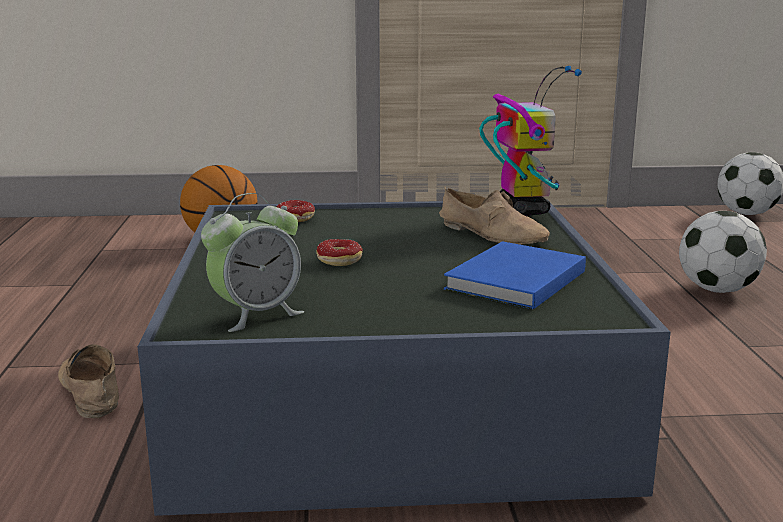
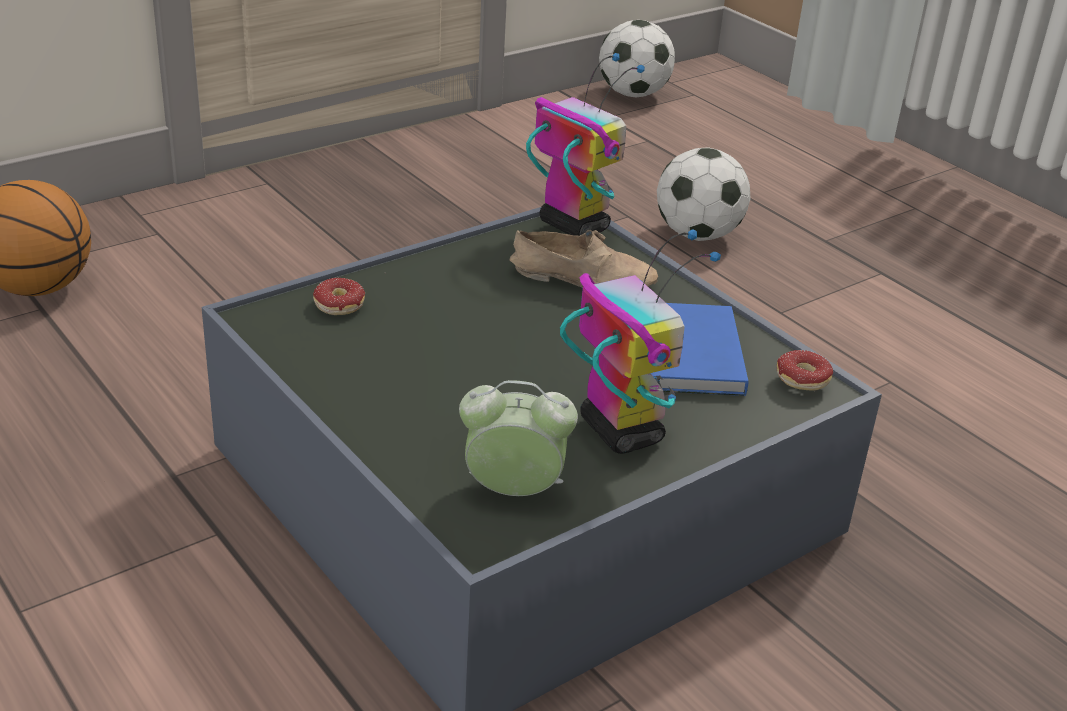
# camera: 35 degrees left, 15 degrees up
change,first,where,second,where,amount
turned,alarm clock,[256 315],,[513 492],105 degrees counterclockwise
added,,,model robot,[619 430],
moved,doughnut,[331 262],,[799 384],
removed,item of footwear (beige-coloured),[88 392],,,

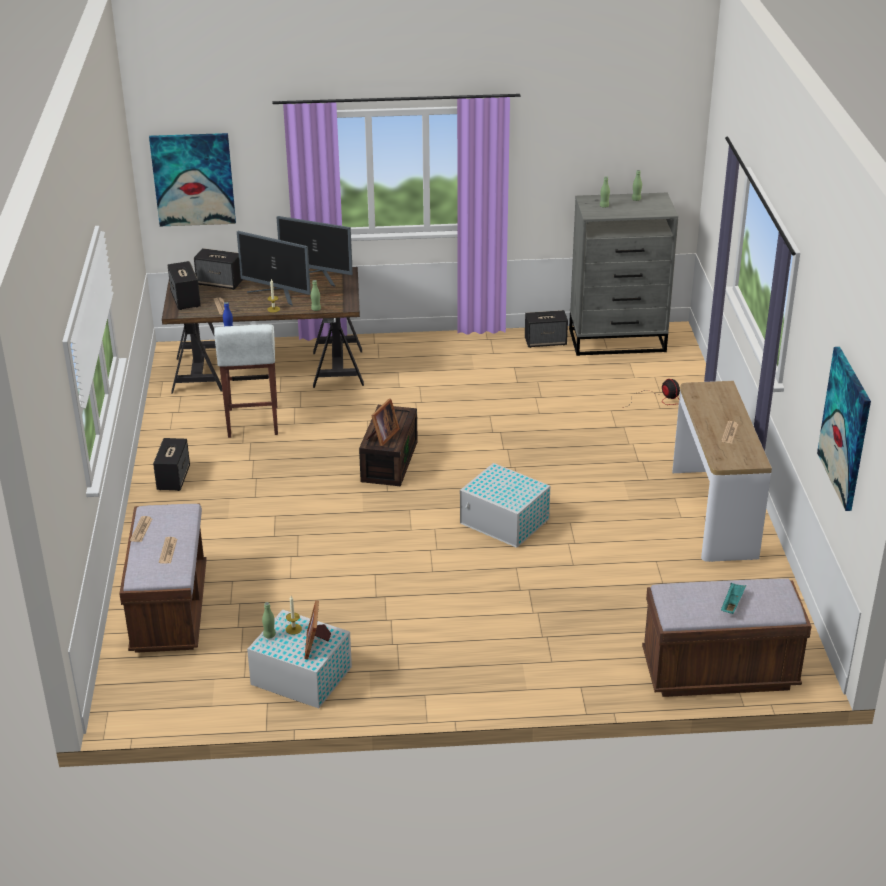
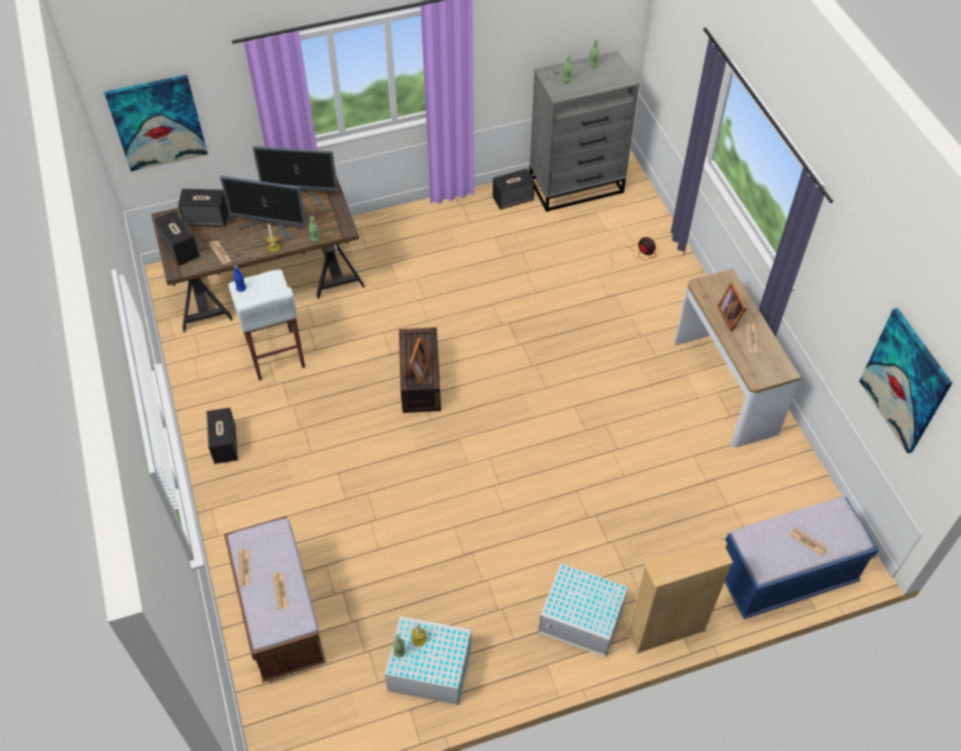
# camera: 15 degrees left, 20 degrees up
change,first,where,second,where,amount
moved,storage box (whitish),[505 522],,[582 619],
added,,,bookshelf (beige-coloured),[666 631],
moved,standing frame,[316 644],,[730 316],
recoloured,indoor bench (brownish),[719 672],indoor bench (bluish),[785 577],
replaced,carrying tray (turquoise-coloured),[732 604],newspaper,[808 542],

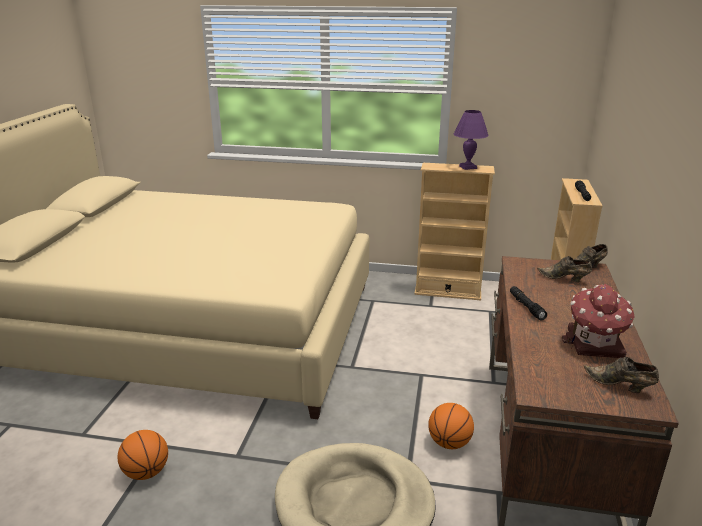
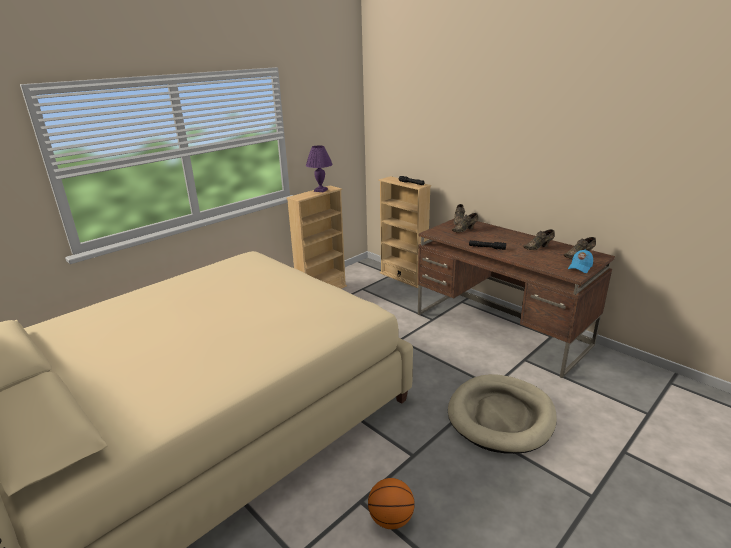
# camera: 55 degrees left, 0 degrees up
change,first,where,second,where,amount
replaced,toy house,[594 344],item of footwear (brownish),[539 247],
added,,,cap (bluish),[580 267],
removed,ball for basketball,[449 443],,,

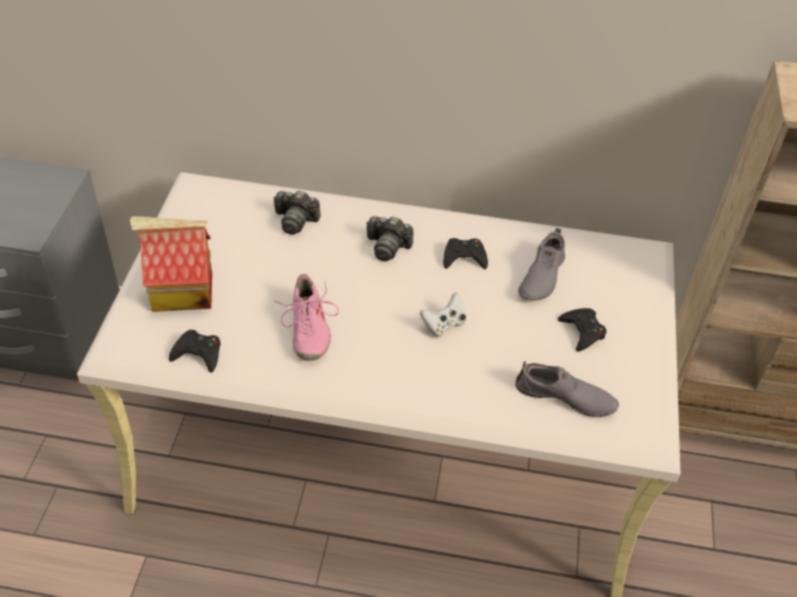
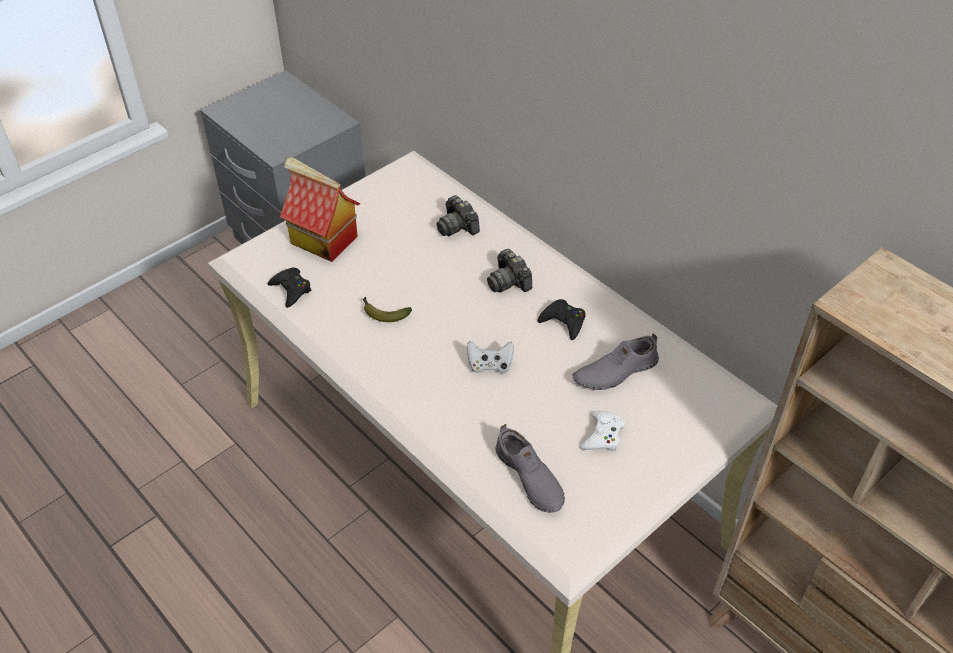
# camera: 40 degrees right, 0 degrees up
change,first,where,second,where,amount
replaced,item of footwear (pinkish),[308 329],banana fruit,[383 313],
recoloured,joypad (black-coloured),[582 332],joypad (whitish),[602 435],

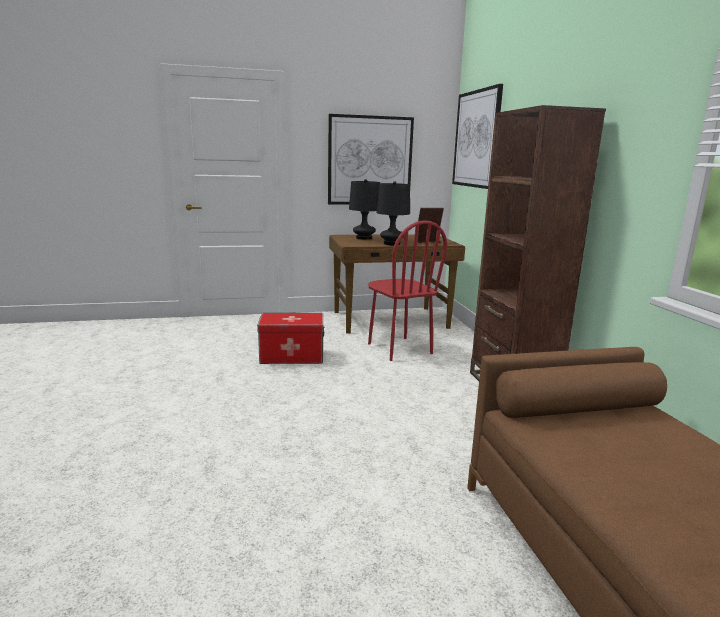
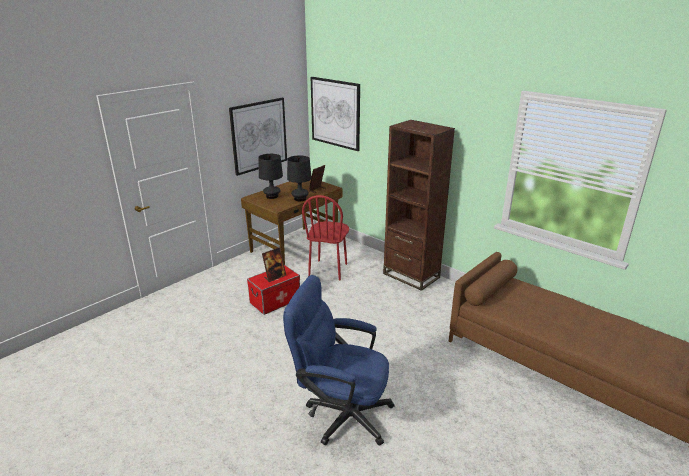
# camera: 35 degrees left, 10 degrees up
change,first,where,second,where,amount
added,,,standing frame,[275 277],
added,,,desk chair (bluish),[341 413],
turned,plain chair (red),[399 348],,[328 270],75 degrees clockwise

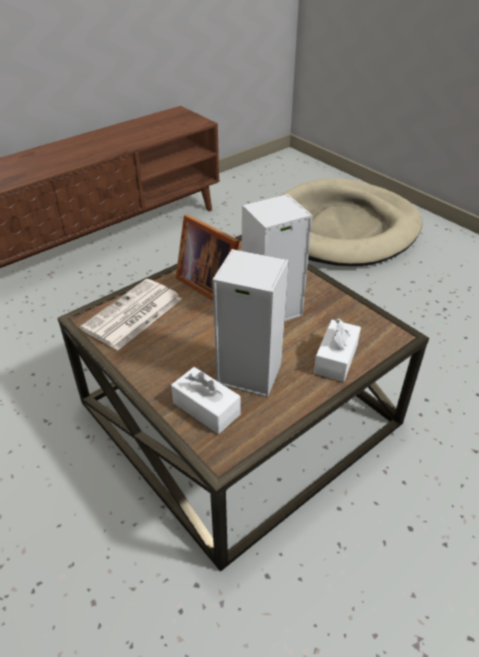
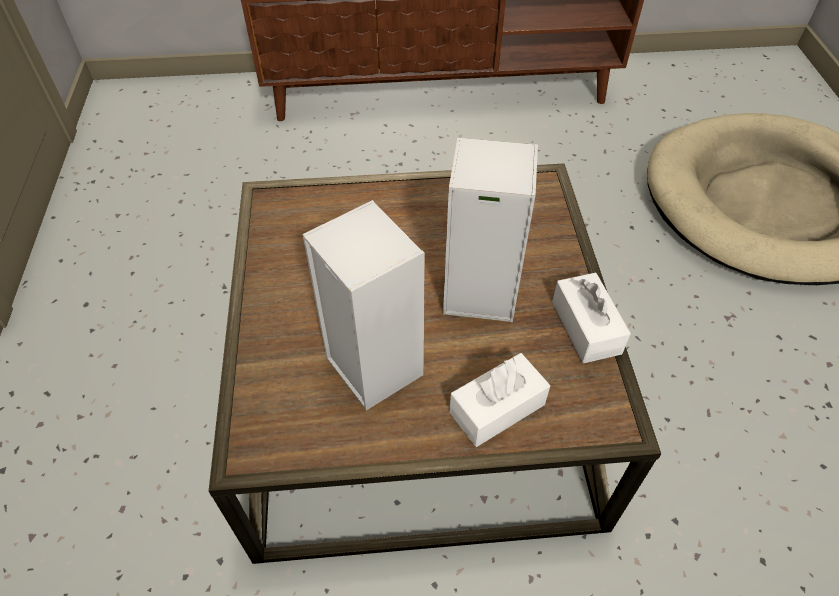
# camera: 35 degrees right, 10 degrees up
change,first,where,second,where,amount
moved,tissue box (whitish),[206 408],,[586 327],
removed,newspaper,[132 315],,,
removed,standing frame,[209 284],,,

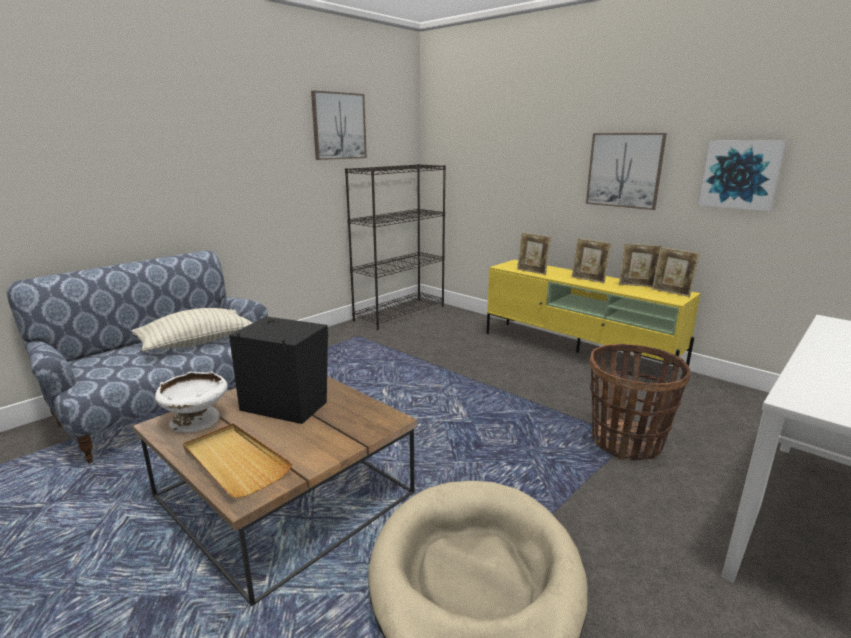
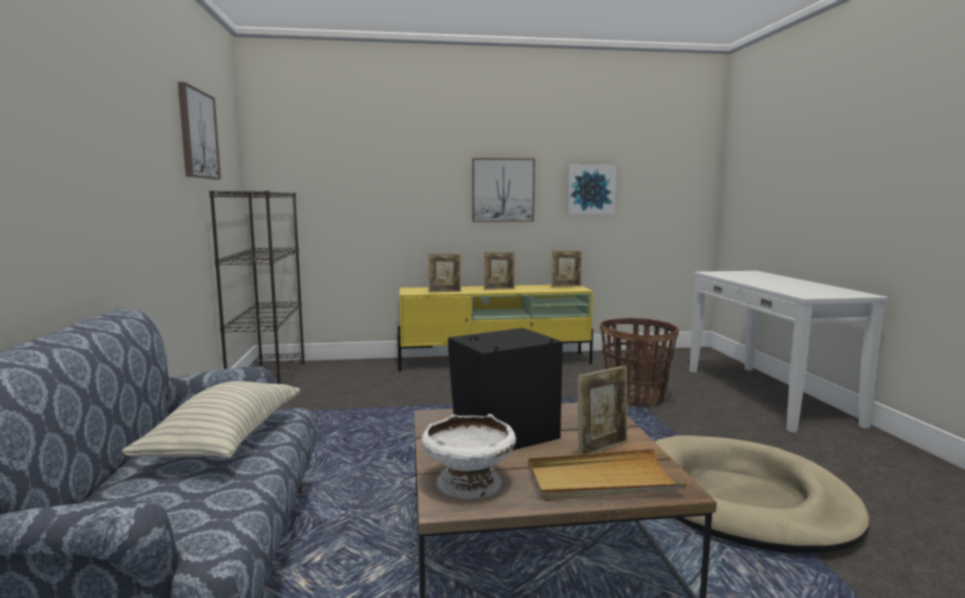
# camera: 50 degrees left, 10 degrees down
change,first,where,second,where,amount
moved,standing frame,[637 285],,[602 449],

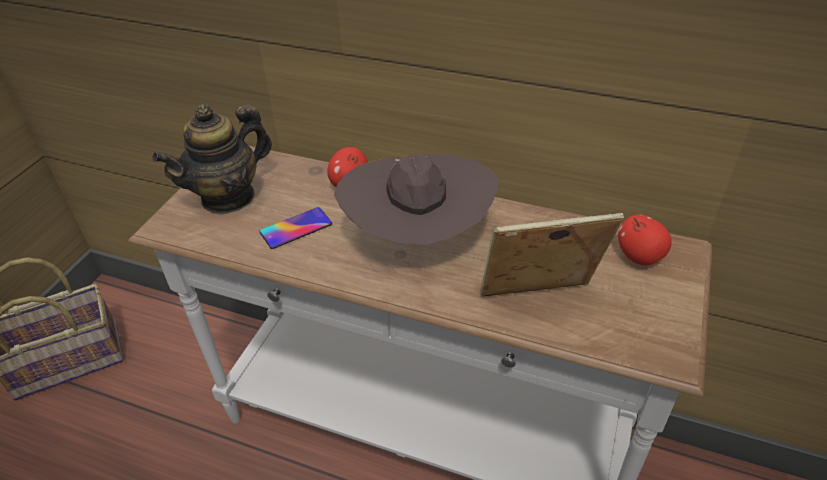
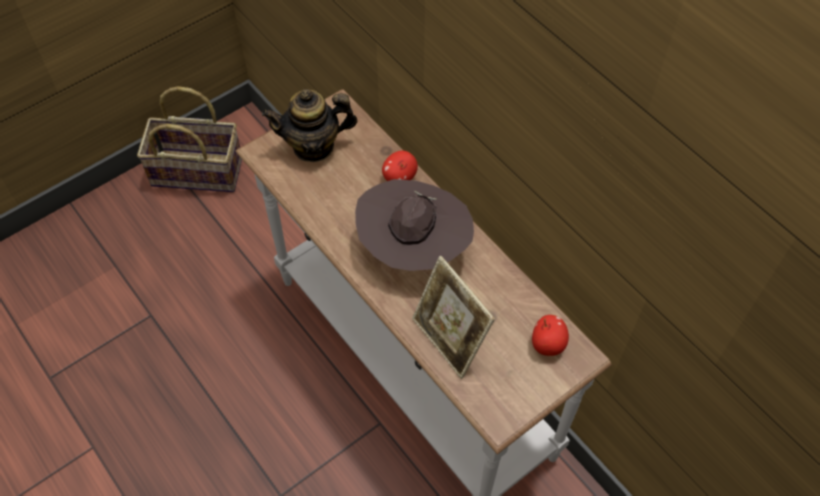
# camera: 30 degrees right, 15 degrees up
change,first,where,second,where,amount
turned,standing frame,[538 304],,[449 340],150 degrees counterclockwise
removed,phone,[296 228],,,

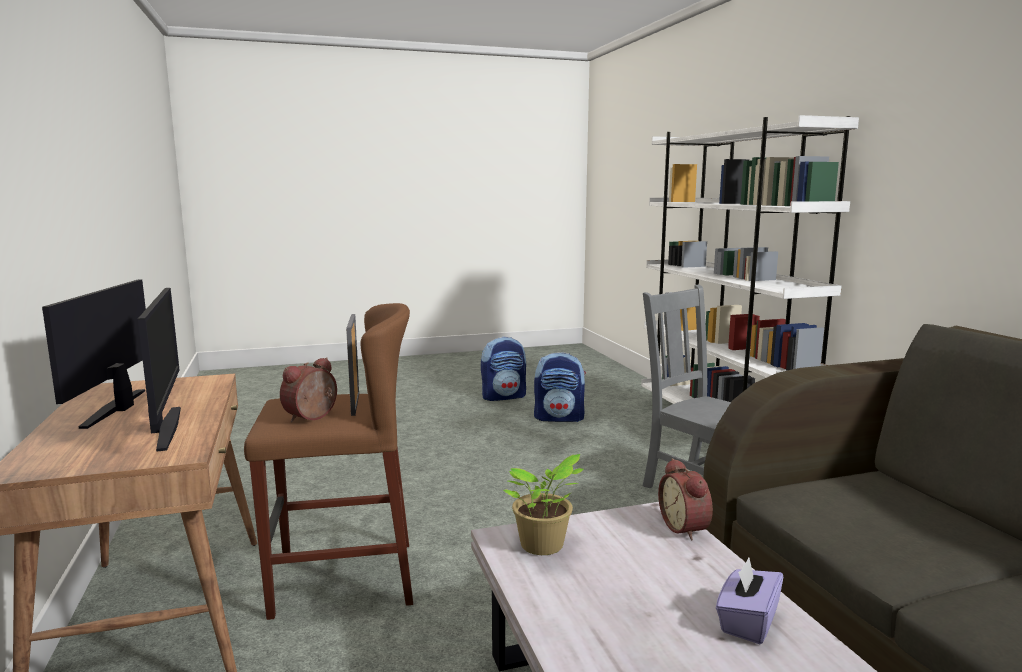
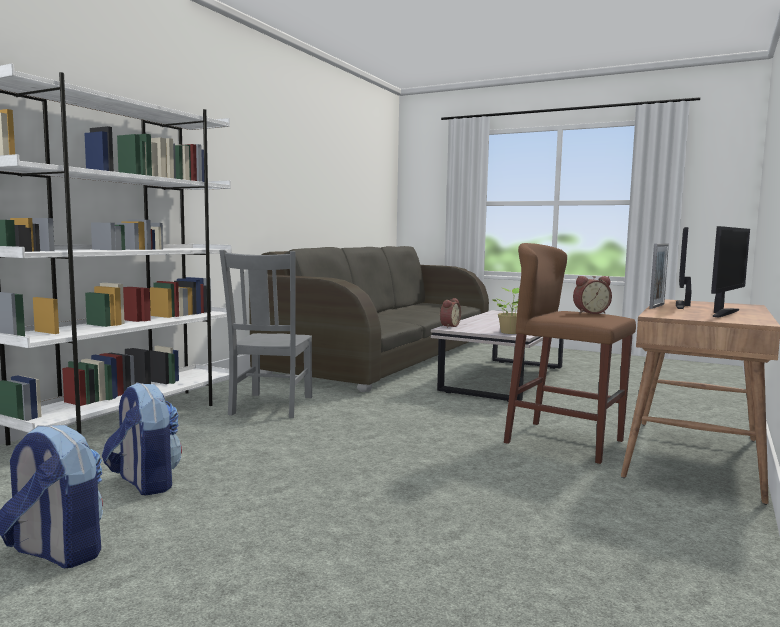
# camera: 135 degrees left, 5 degrees down
change,first,where,second,where,amount
moved,standing frame,[355 404],,[657 306],
removed,tissue box (purple-coloured),[747 622],,,

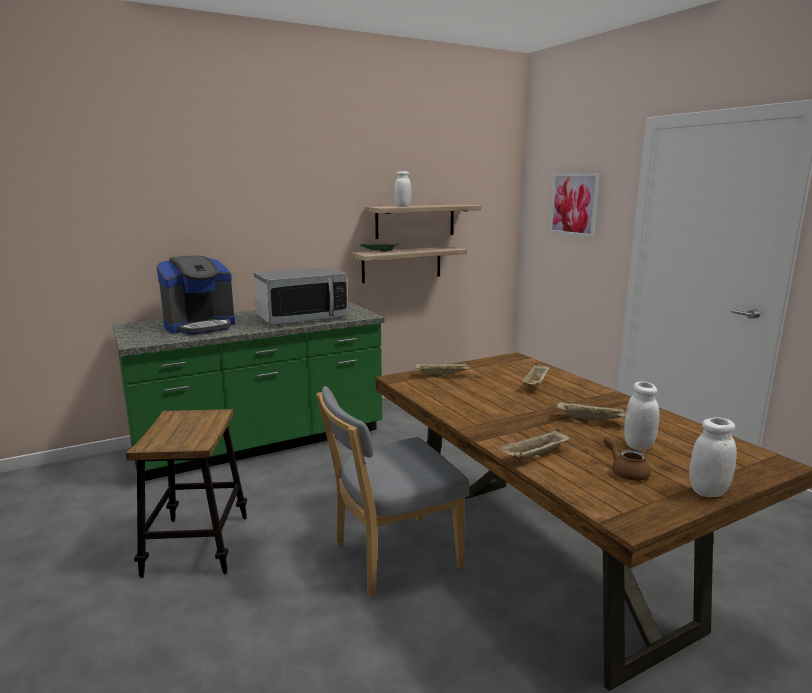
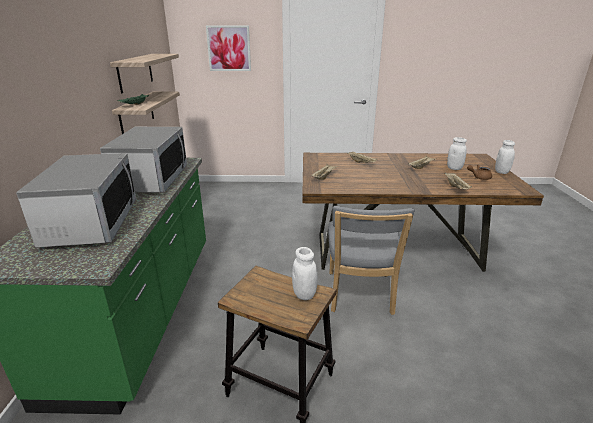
# camera: 60 degrees left, 10 degrees up
change,first,where,second,where,amount
replaced,coffee brewer,[200 326],microwave oven,[91 223],
moved,jar (whitish),[403 206],,[304 294],

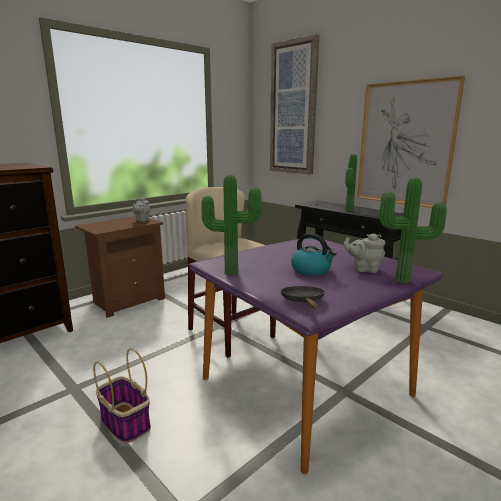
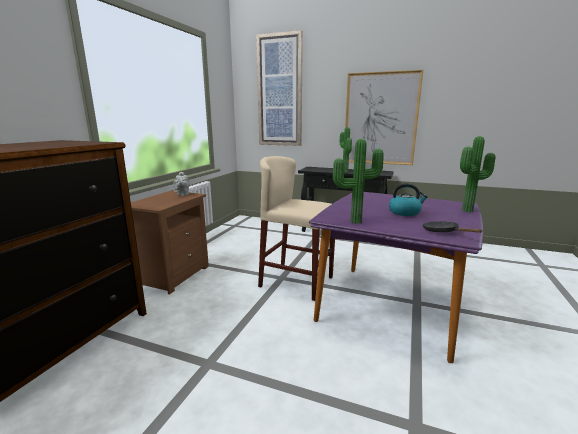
# camera: 25 degrees left, 0 degrees up
change,first,where,second,where,amount
removed,basket,[124 422],,,
removed,pot for tea (greyish),[364 269],,,

